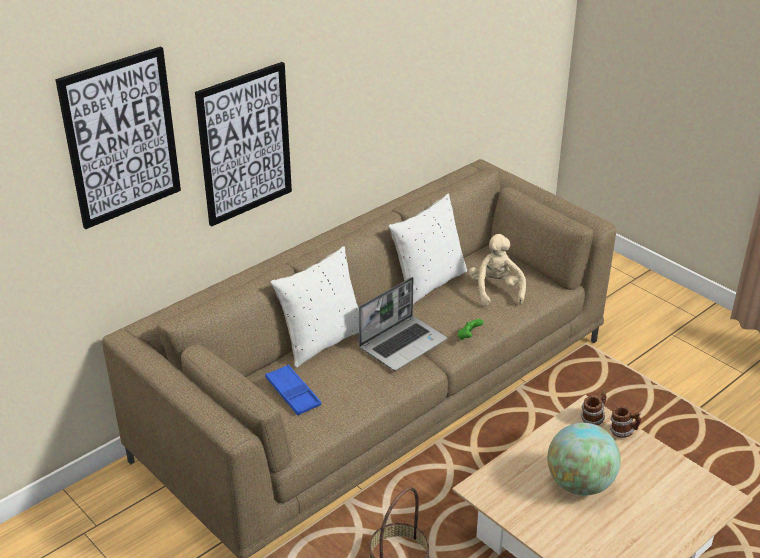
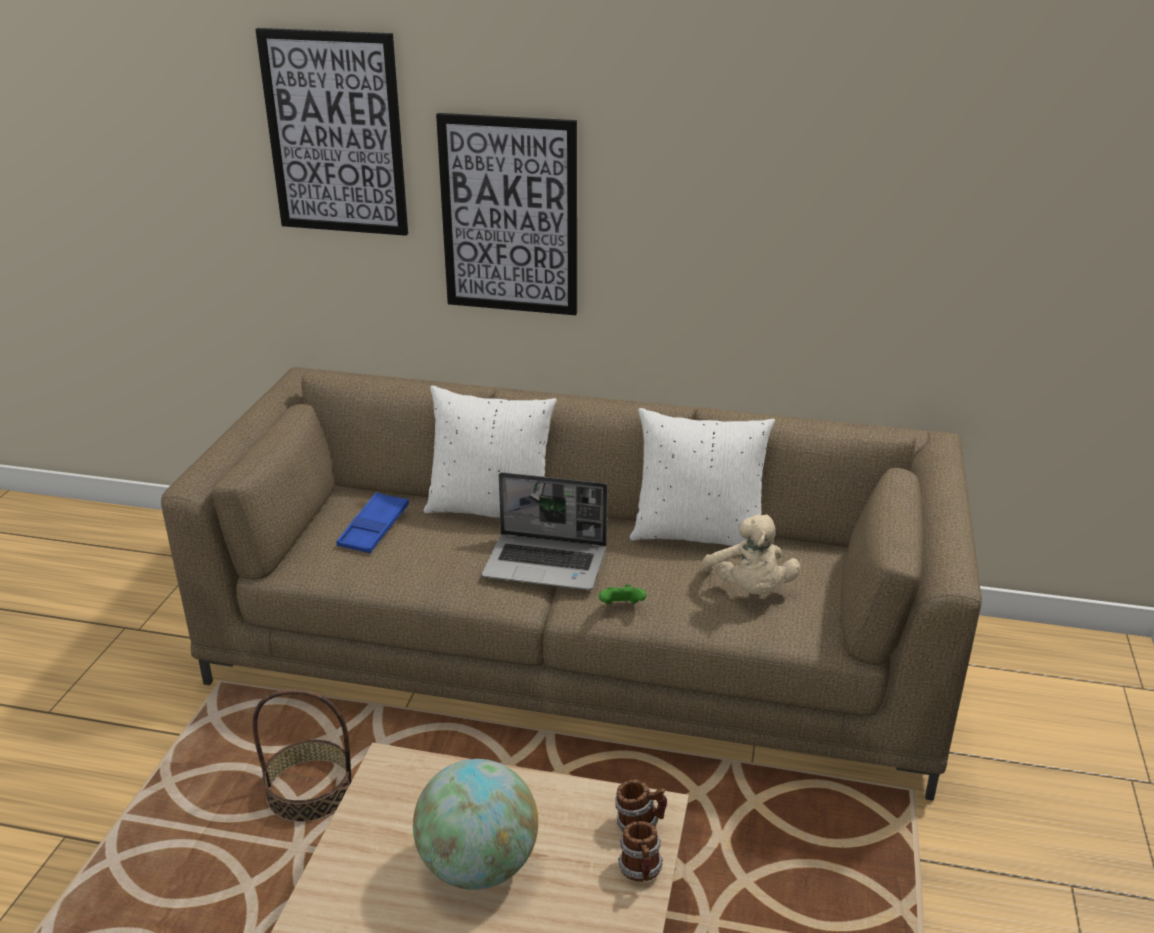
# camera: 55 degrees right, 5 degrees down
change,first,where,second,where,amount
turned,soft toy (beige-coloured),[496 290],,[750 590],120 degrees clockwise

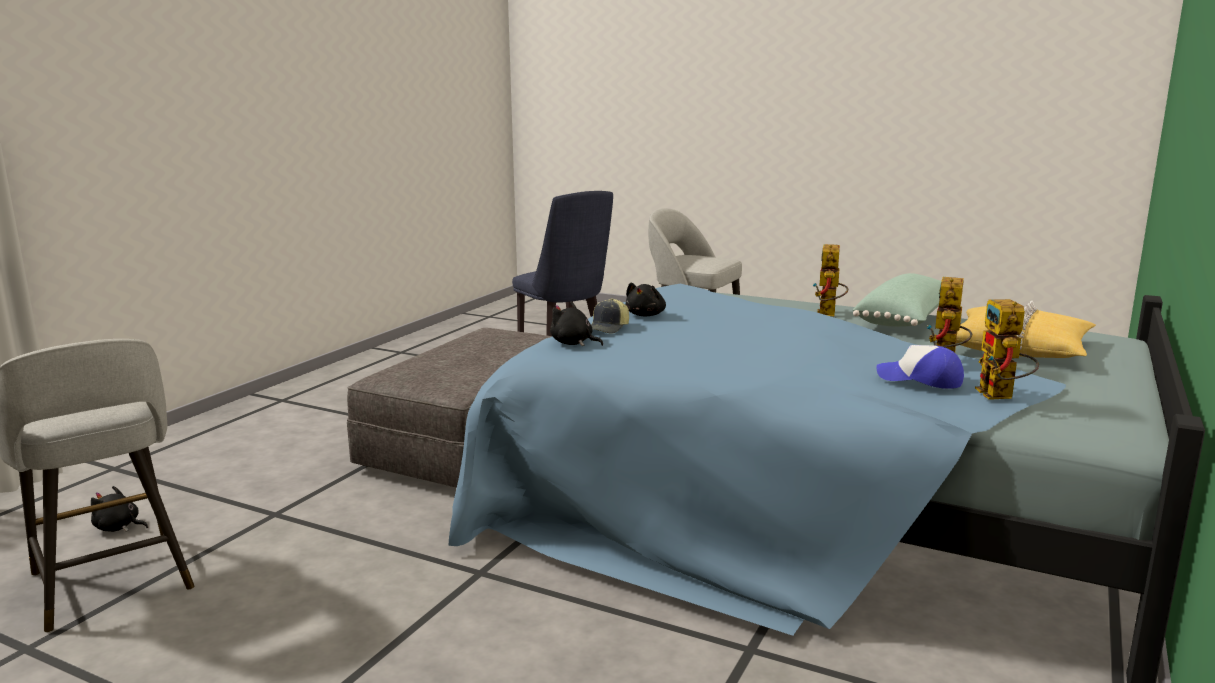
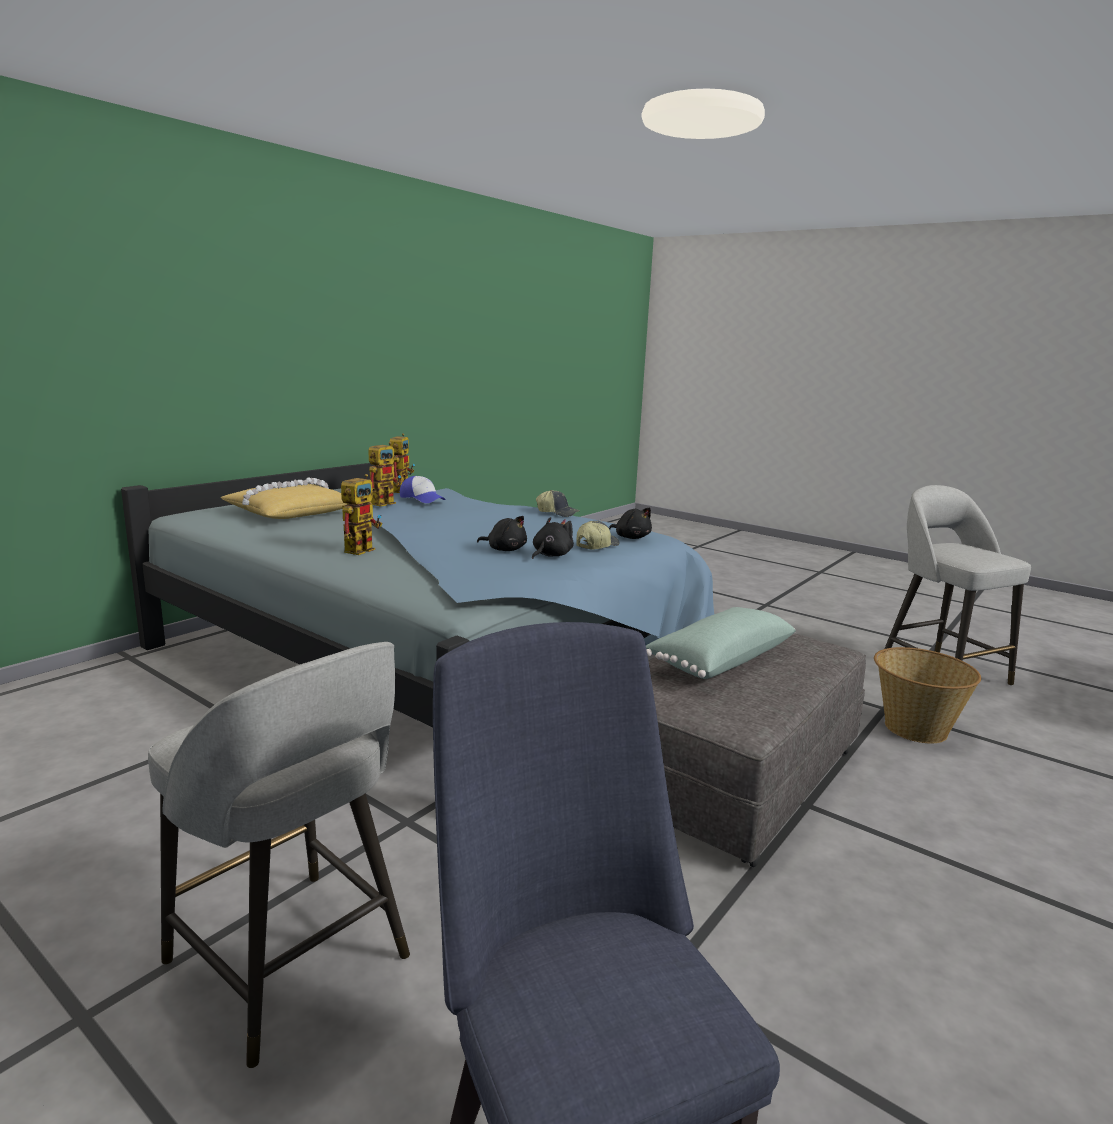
# camera: 170 degrees left, 0 degrees up
change,first,where,second,where,amount
moved,soft toy (black-coloured),[119 527],,[505 549],
added,,,cap,[558 513],
moved,cushion (greenish),[907 320],,[719 660],
added,,,basket,[914 728],

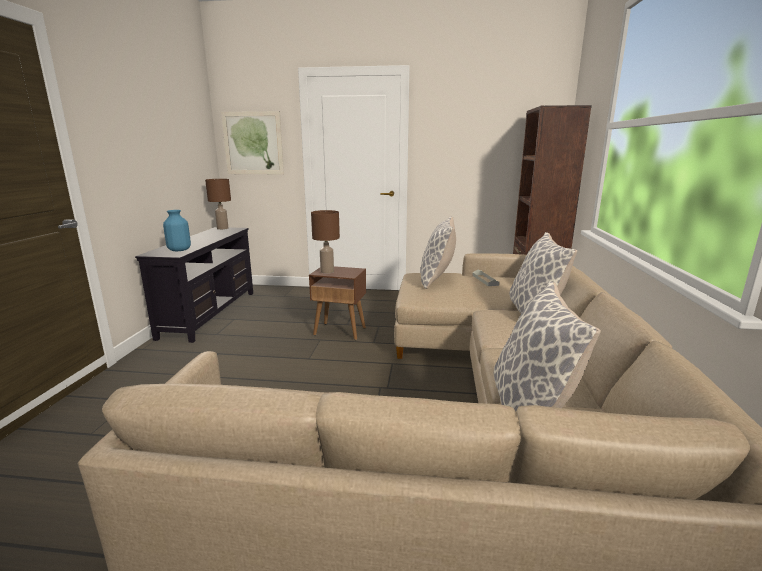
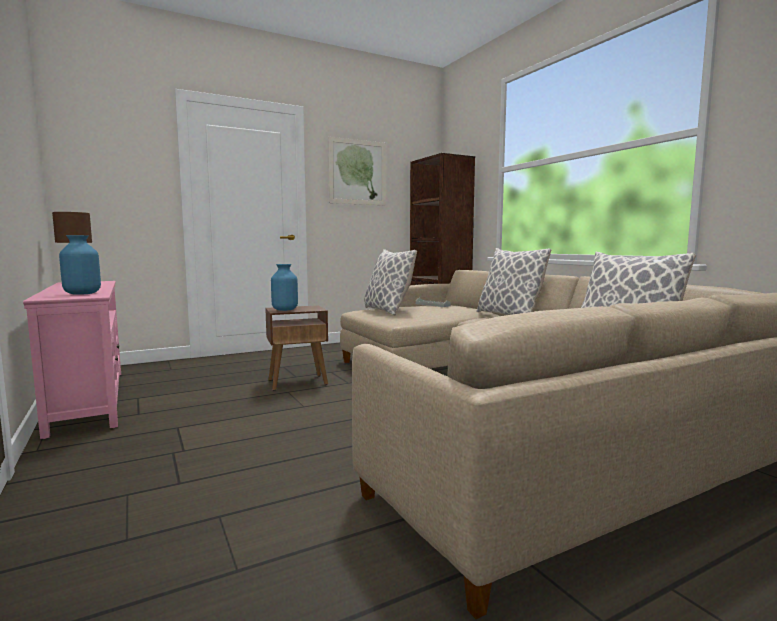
# camera: 35 degrees left, 10 degrees down
change,first,where,second,where,amount
recoloured,tv stand (black-coloured),[209 314],tv stand (pinkish),[88 400],
replaced,lamp for a table (brownish),[327 271],decorative vase (bluish),[285 309],
moved,picture,[253 143],,[357 172],

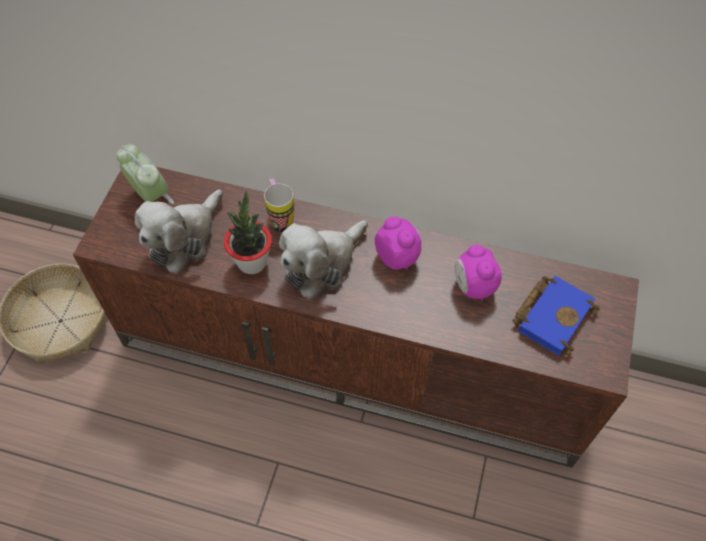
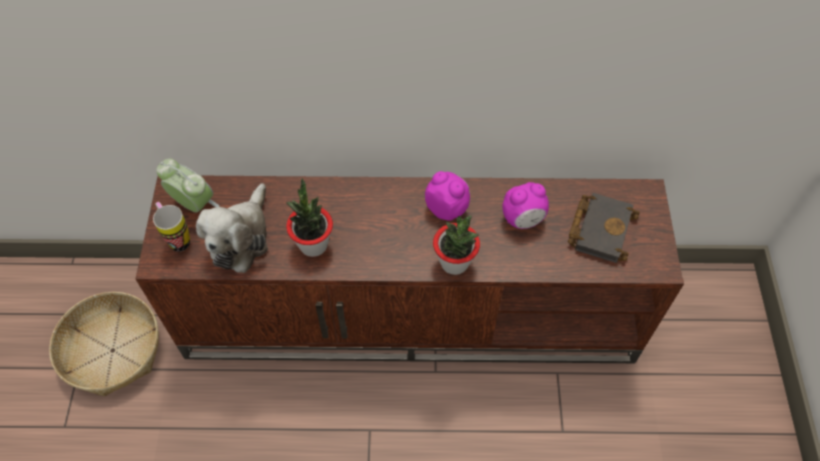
# camera: 15 degrees left, 0 degrees up
change,first,where,second,where,amount
moved,mug,[280 219],,[176 238],
added,,,houseplant,[454 263],
turned,alarm clock,[473 286],,[523 219],75 degrees counterclockwise
recoloured,volume (bluish),[552 315],volume (black-coloured),[600 228],
removed,soft toy,[322 264],,,

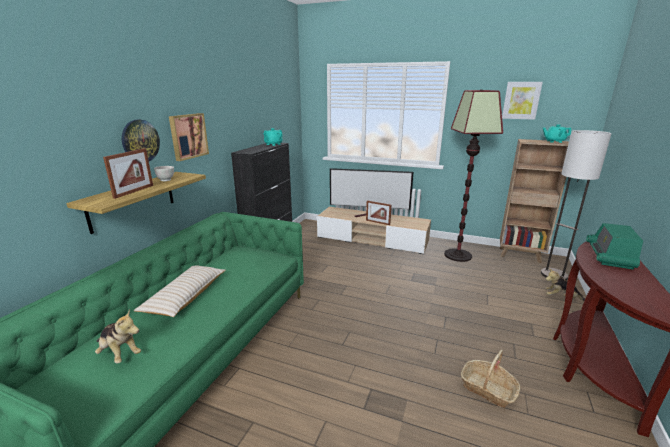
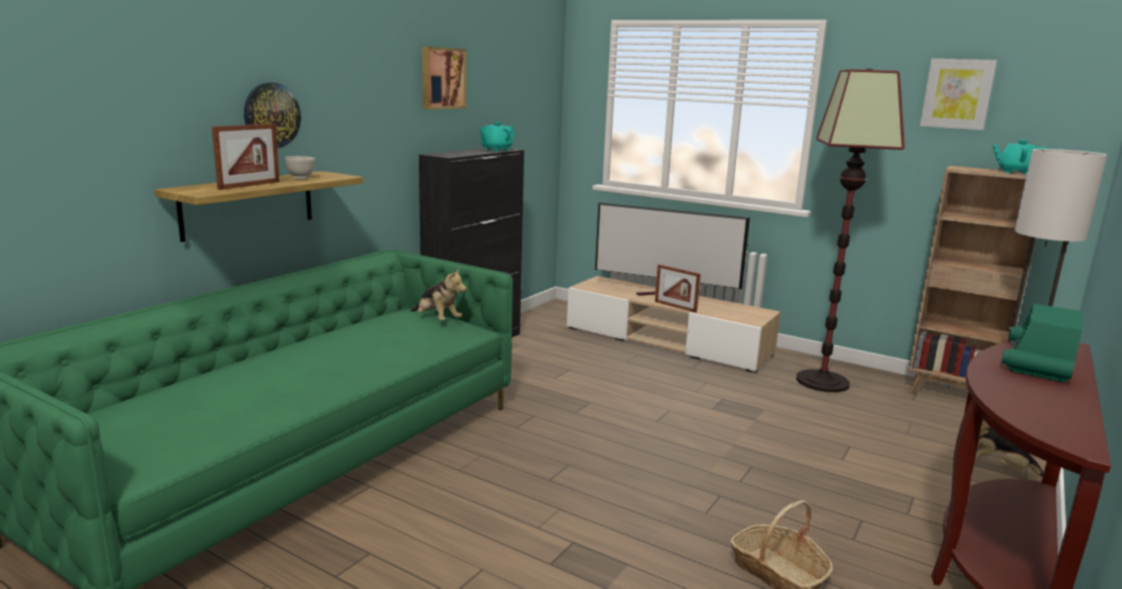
# camera: 10 degrees right, 5 degrees down
change,first,where,second,where,amount
moved,soft toy,[119 353],,[437 320],
moved,picture,[188 136],,[442 78],
removed,cushion (beige-coloured),[185 297],,,

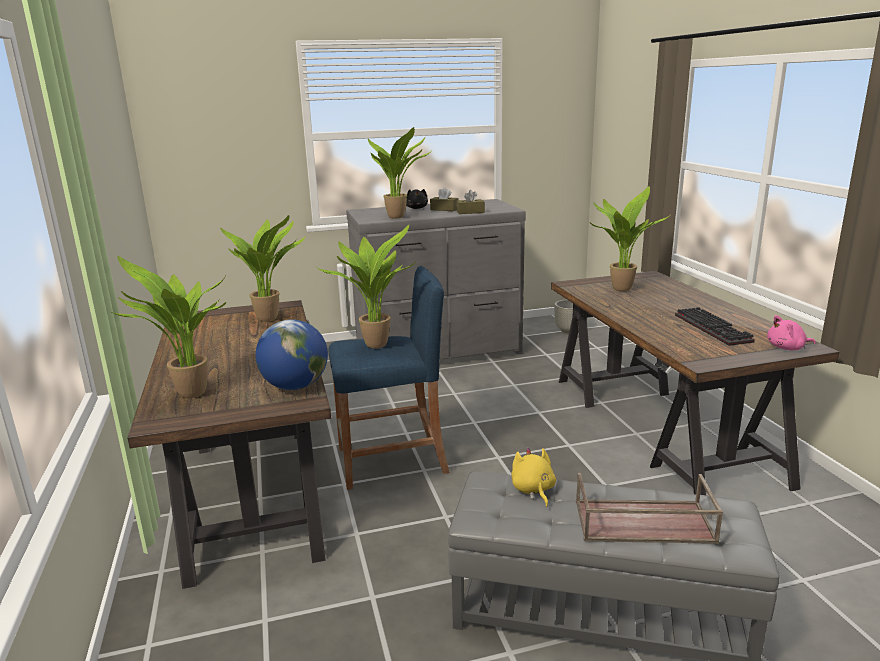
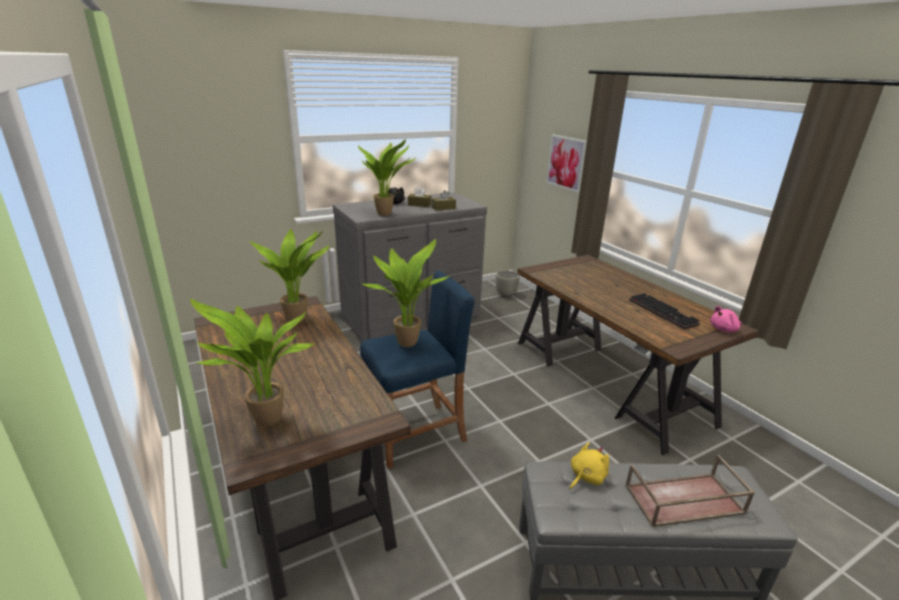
# camera: 15 degrees left, 5 degrees up
change,first,where,second,where,amount
added,,,picture,[566 163],
turned,soft toy (yellowish),[533 490],,[586 477],75 degrees clockwise
removed,globe,[295 386],,,
removed,houseplant,[619 288],,,

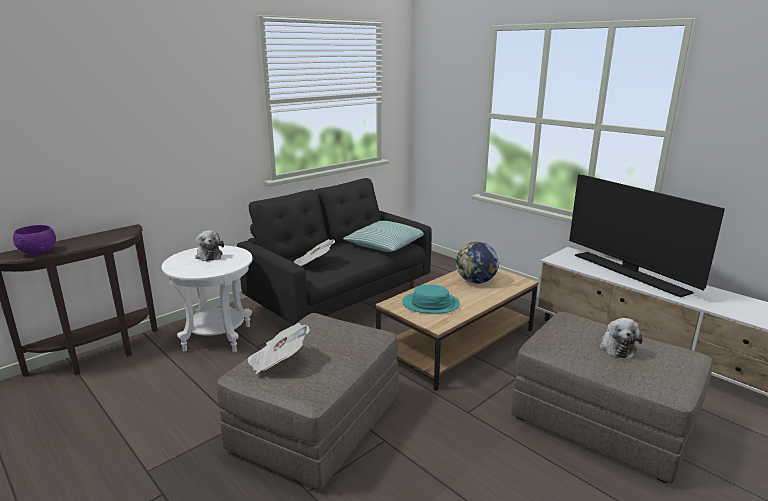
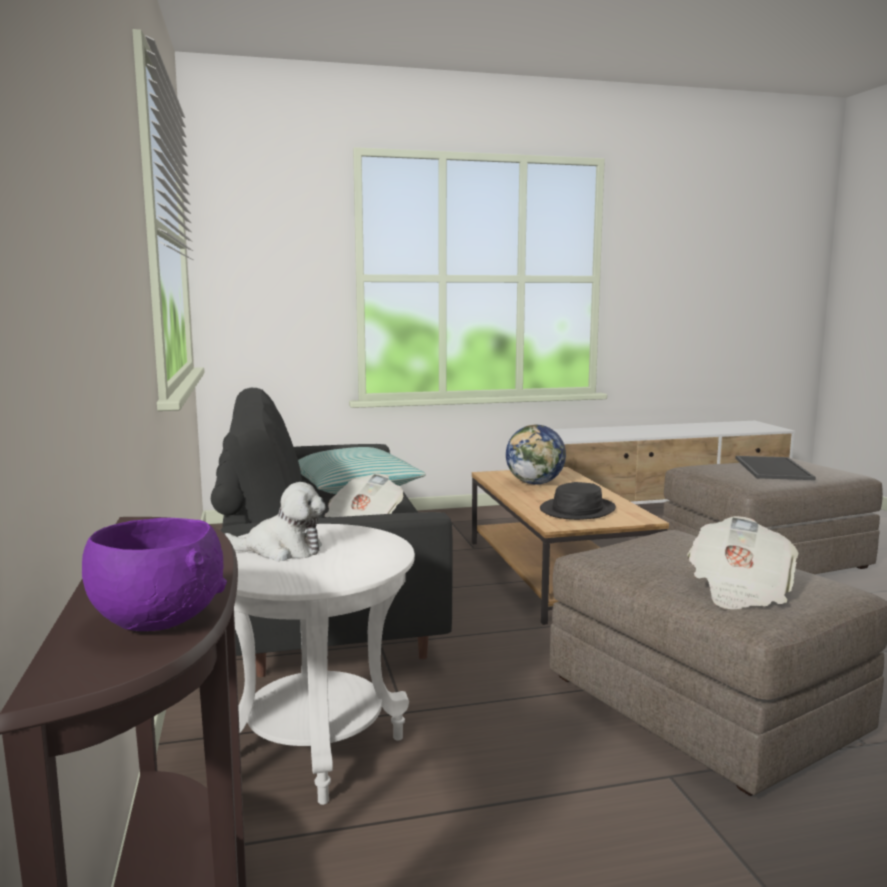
# camera: 60 degrees left, 10 degrees down
change,first,where,second,where,amount
recoloured,wearable hat (turquoise-coloured),[430 304],wearable hat (black-coloured),[578 510],
replaced,soft toy,[617 347],carrying tray,[771 468],
removed,TV set,[630 273],,,

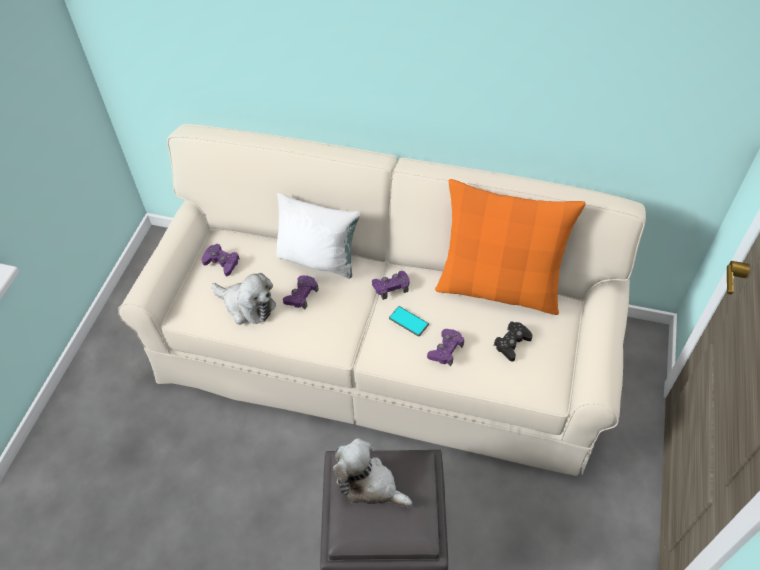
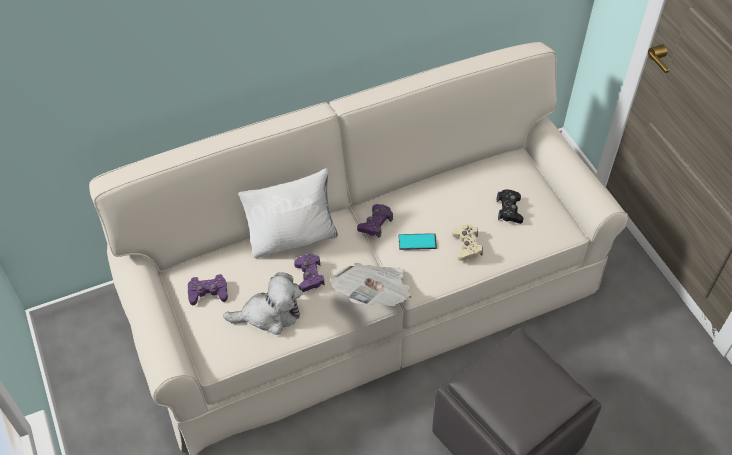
# camera: 40 degrees left, 0 degrees up
change,first,where,second,where,amount
added,,,newspaper,[374 295],
recoloured,joypad (purple-coloured),[446 350],joypad (beige-coloured),[466 245],
removed,soft toy,[369 484],,,
removed,cushion (orange),[498 288],,,

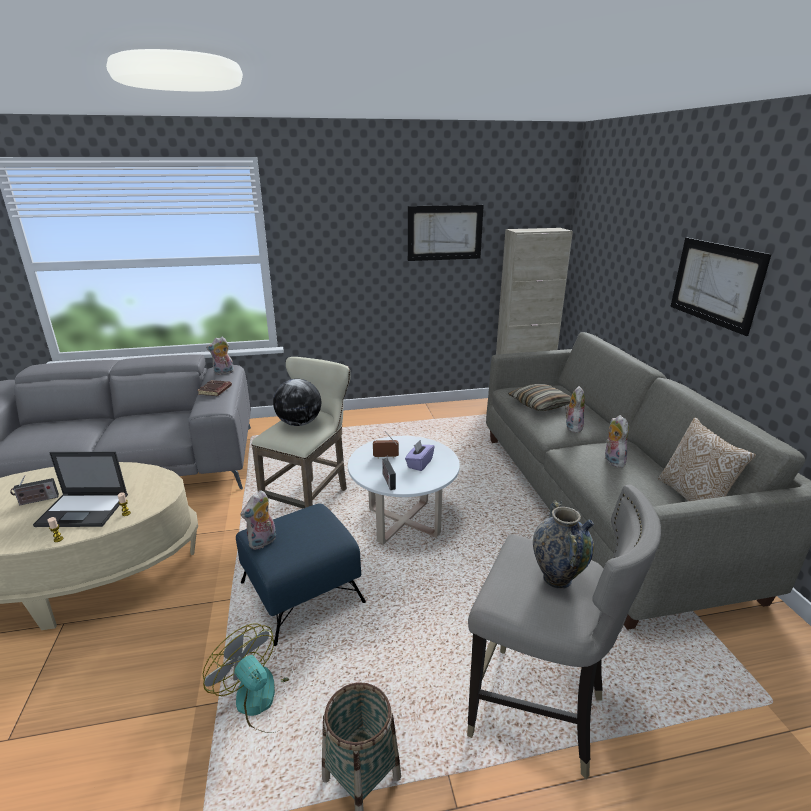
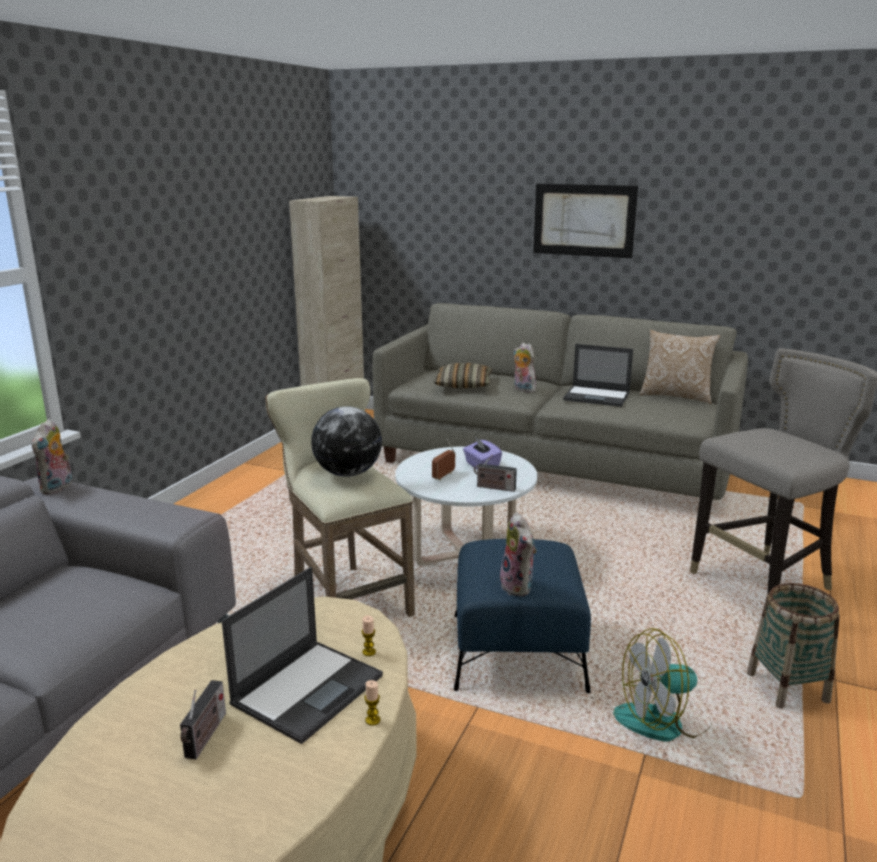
# camera: 55 degrees left, 5 degrees down
change,first,where,second,where,amount
replaced,soft toy,[612 460],portable computer,[597 396],
removed,volume (brownish),[215 391],,,
removed,picture,[445 233],,,
removed,decorative vase,[557 578],,,

